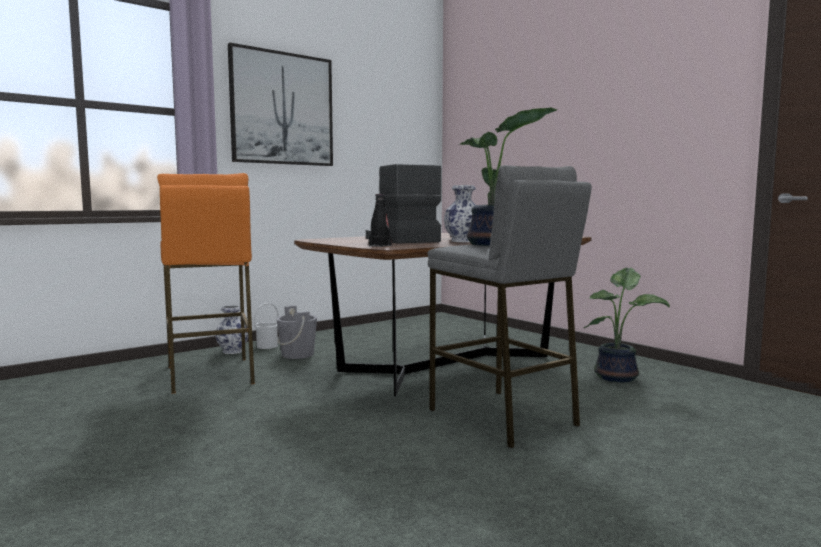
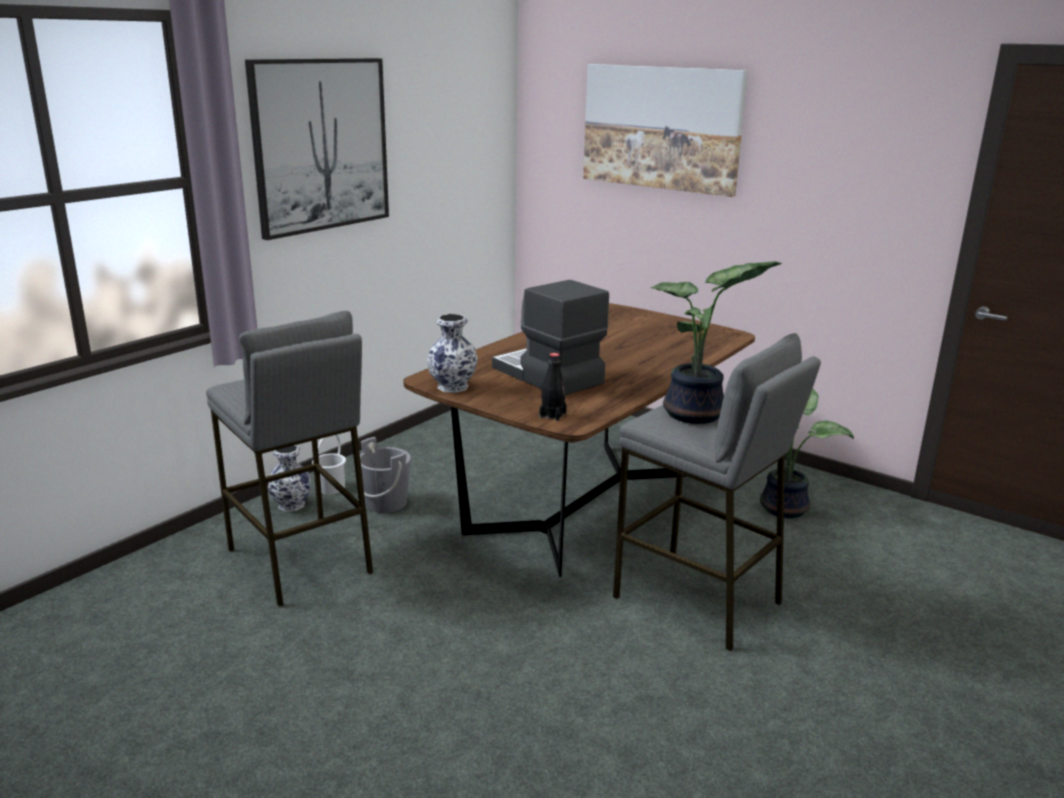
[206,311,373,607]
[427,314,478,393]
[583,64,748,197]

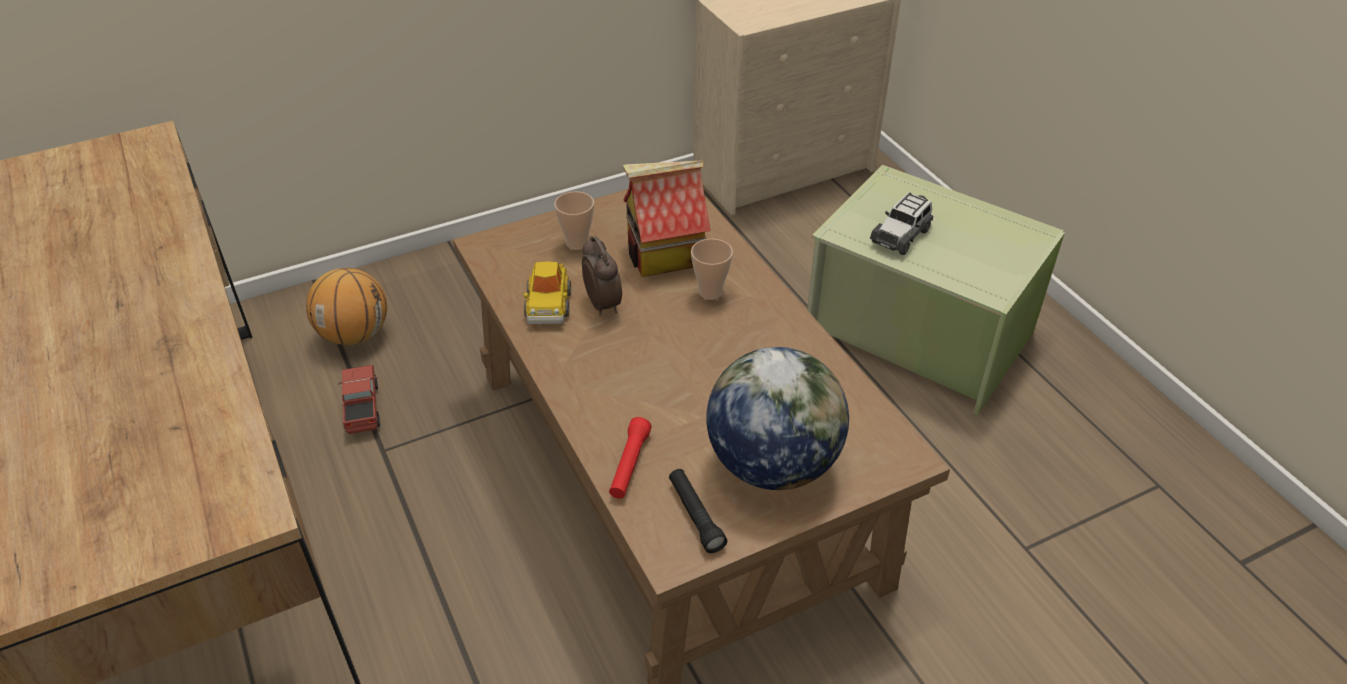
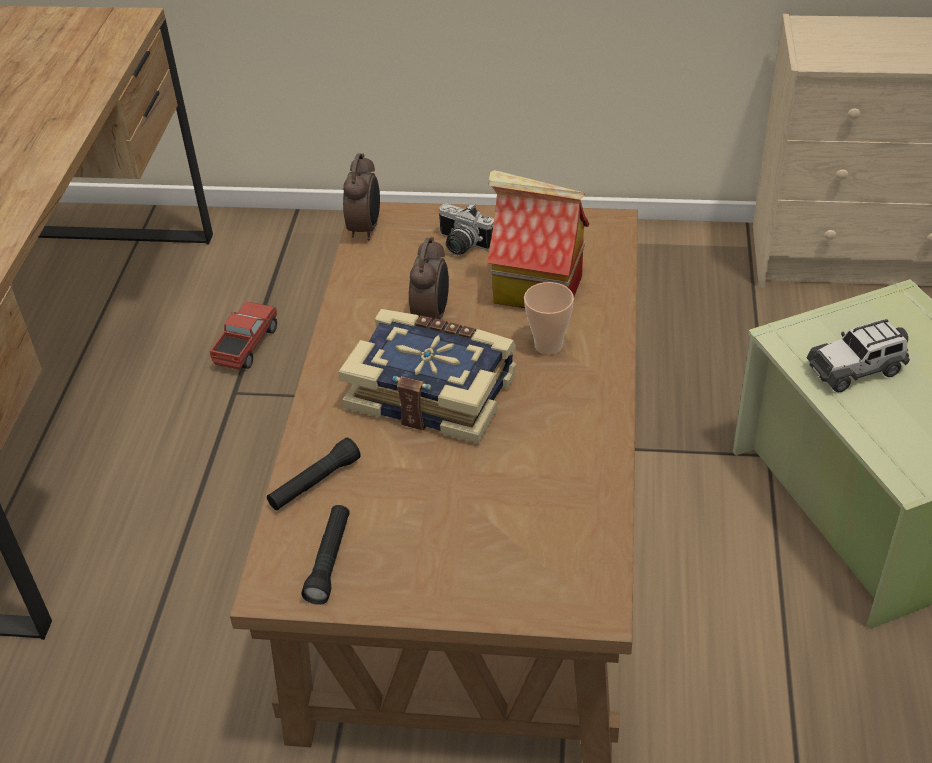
[267,438,361,511]
[338,309,517,444]
[343,153,380,240]
[438,203,494,255]
[306,268,387,345] (first image)
[523,262,571,324] (first image)
[707,347,849,490] (first image)

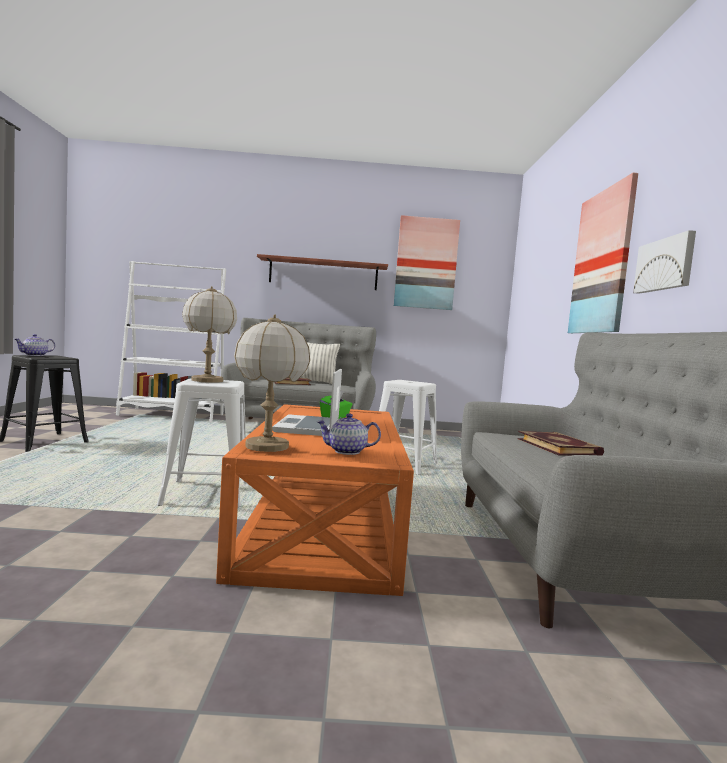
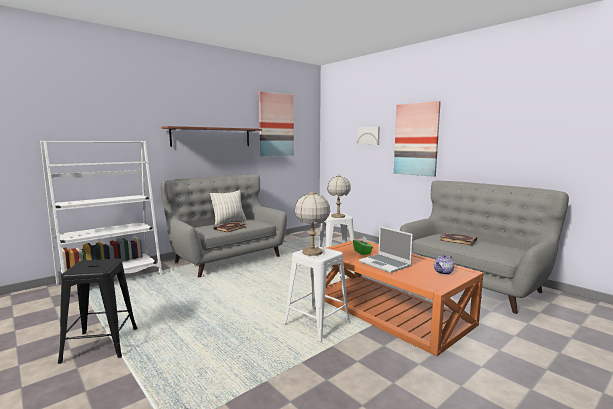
[327,175,351,218]
[357,127,380,145]
[14,334,55,356] (first image)

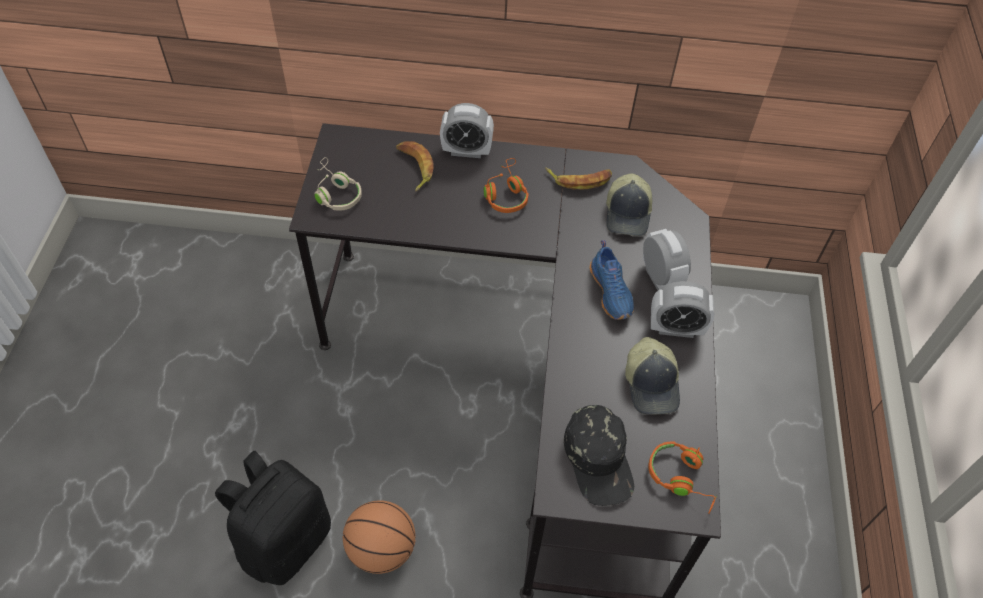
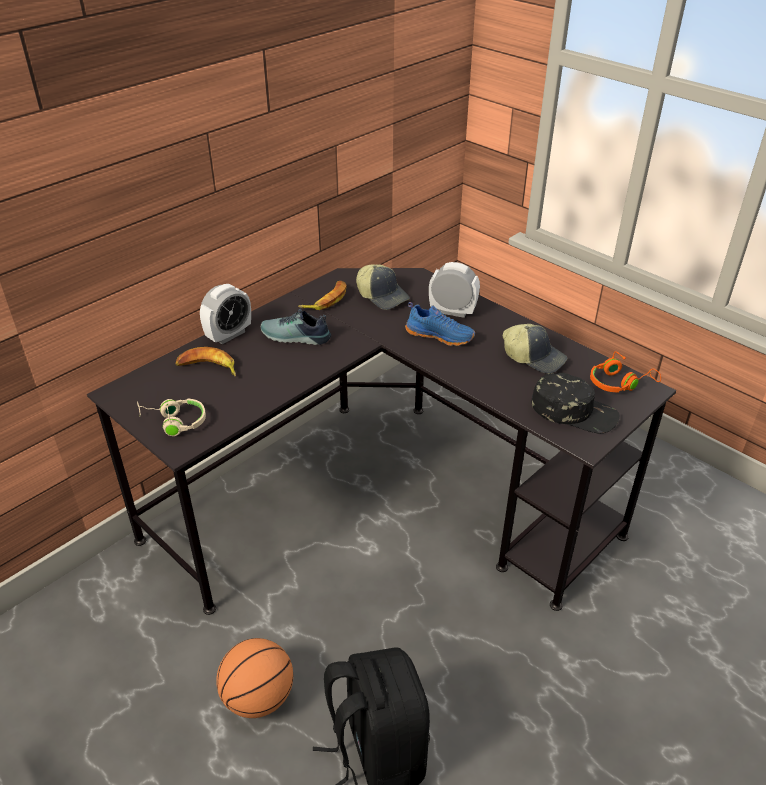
[216,638,293,718]
[261,309,331,345]
[651,281,714,338] (first image)

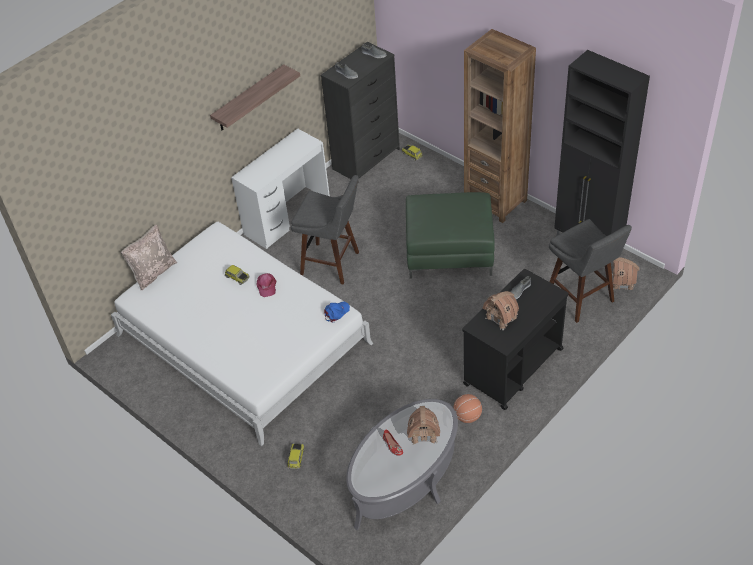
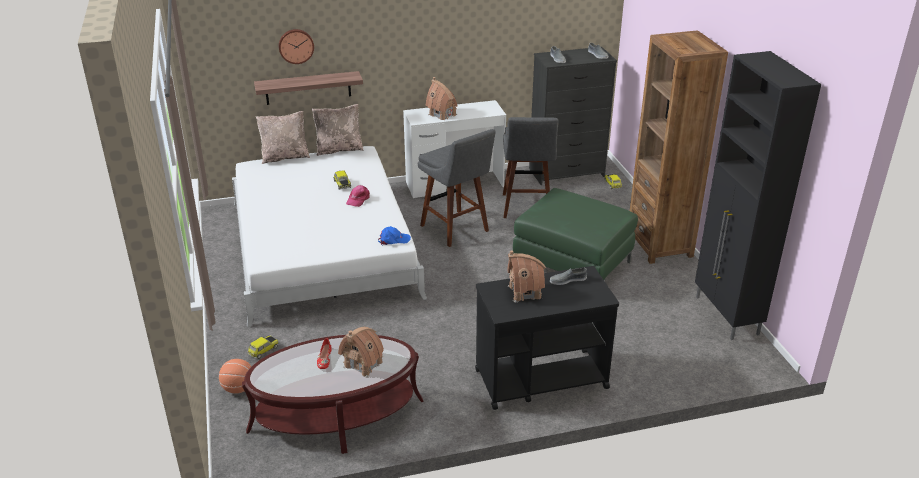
[219,359,252,394]
[242,335,424,454]
[254,71,363,105]
[279,29,314,64]
[312,104,364,156]
[425,77,457,120]
[503,117,558,218]

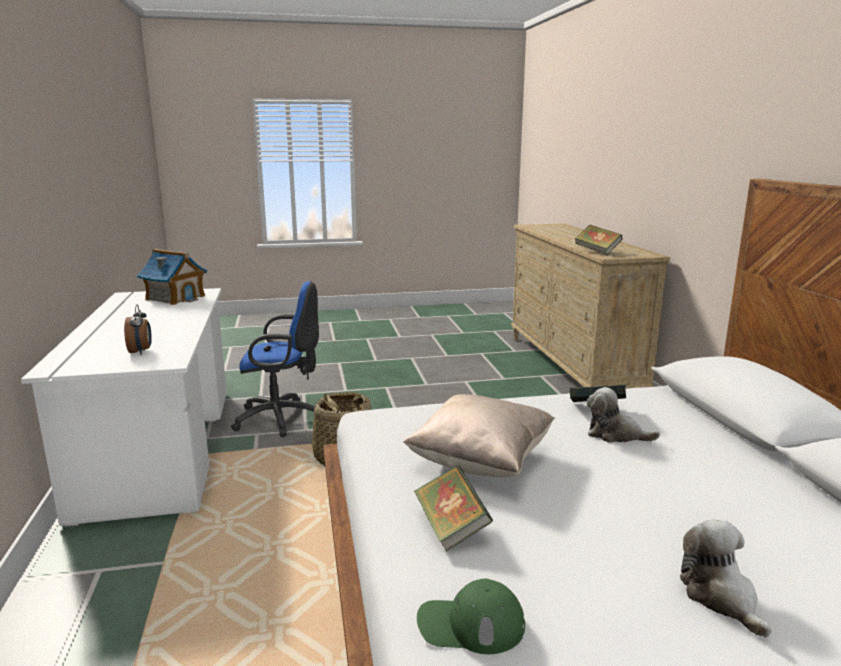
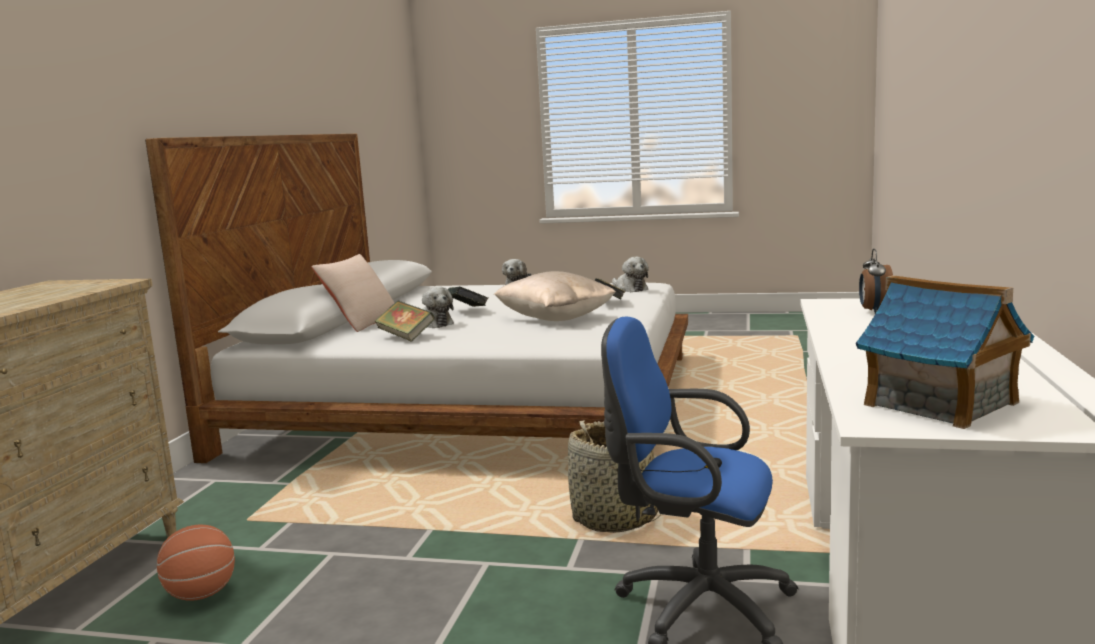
[157,525,235,601]
[312,254,394,332]
[448,287,488,307]
[612,257,649,292]

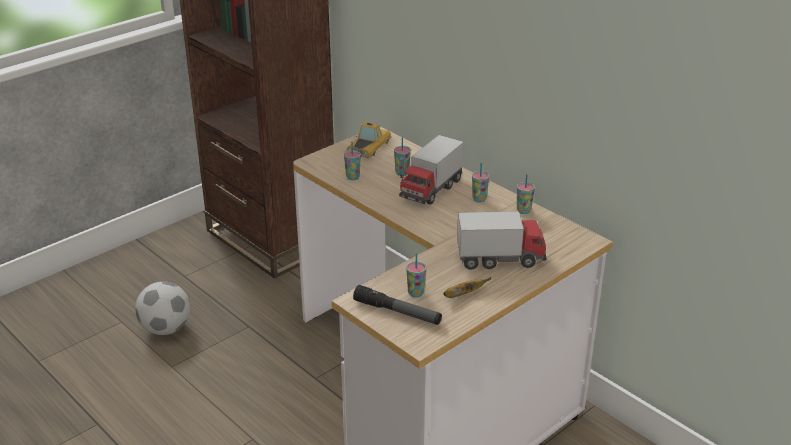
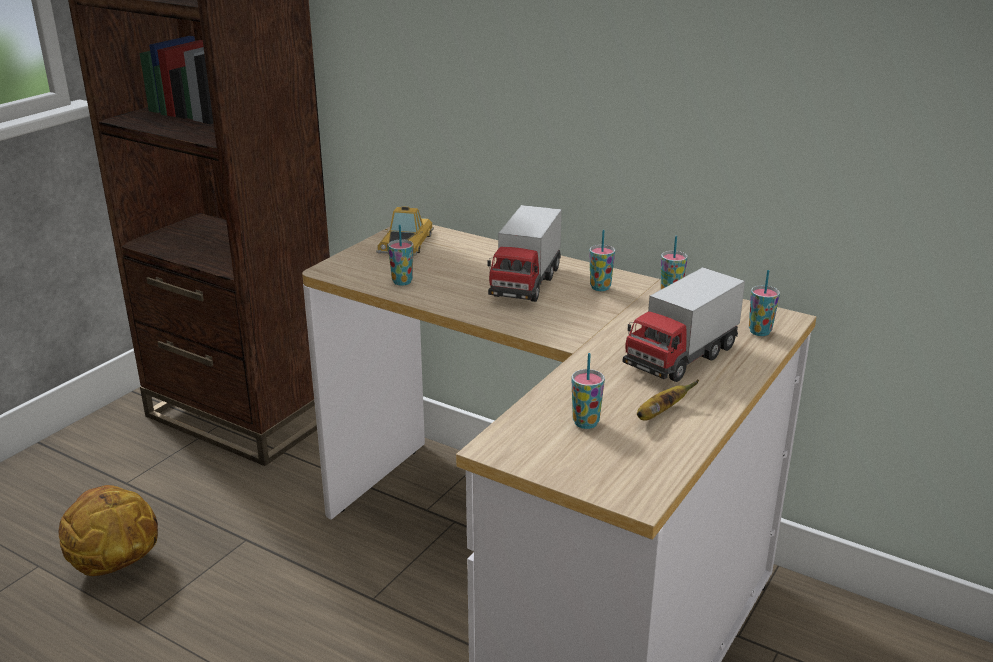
[59,485,158,576]
[623,267,745,382]
[749,270,780,336]
[353,285,442,325] (first image)

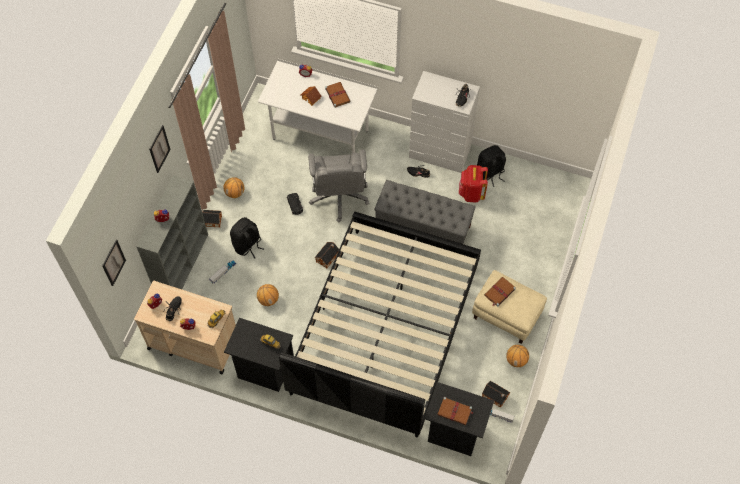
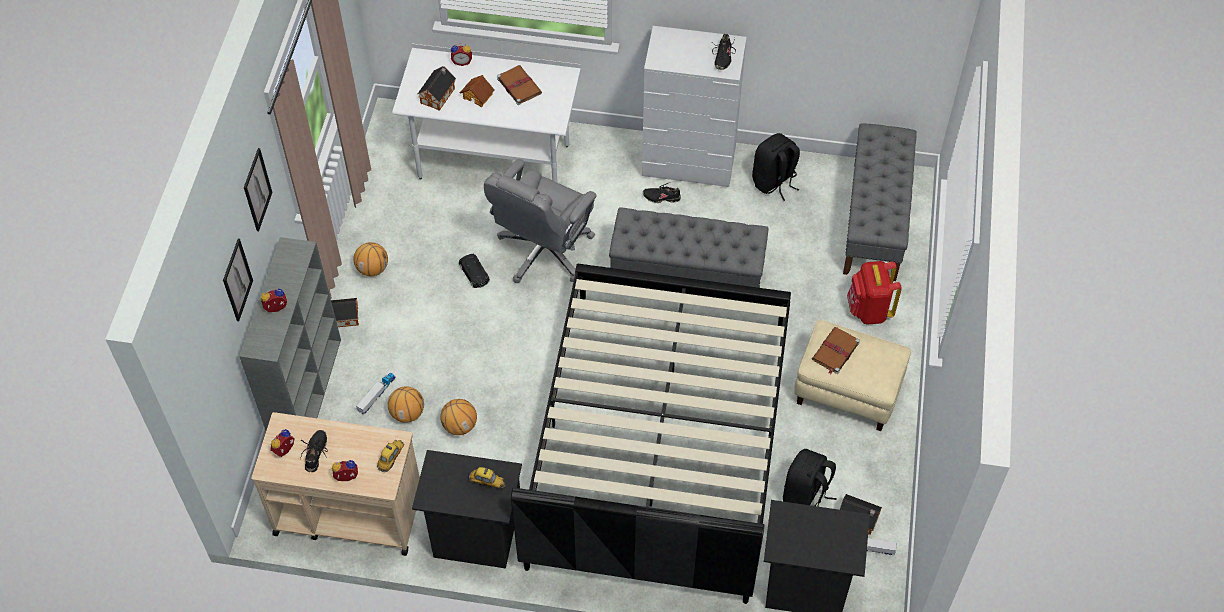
[223,239,253,321]
[388,386,424,423]
[418,66,456,111]
[484,159,597,283]
[783,449,837,507]
[843,123,917,281]
[847,261,902,325]
[437,397,473,425] (first image)

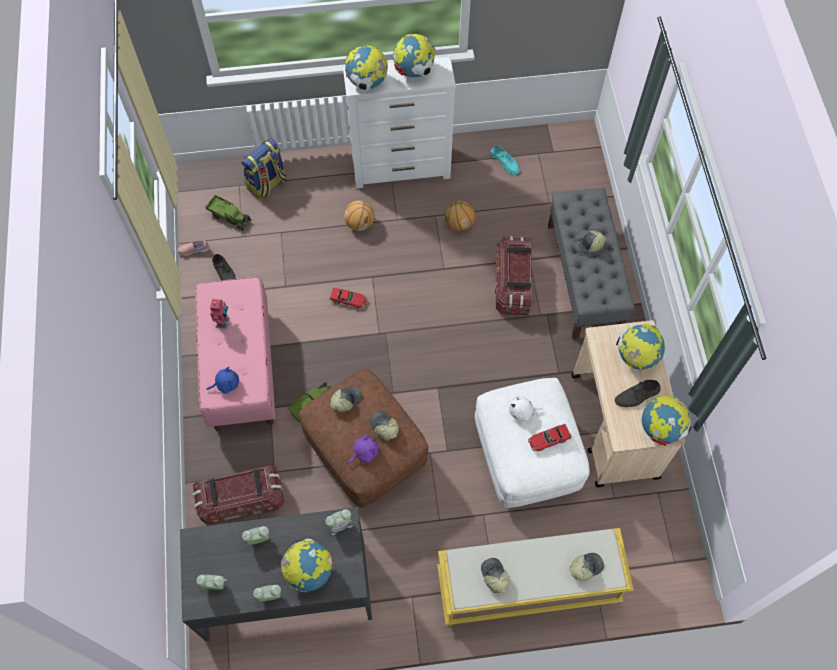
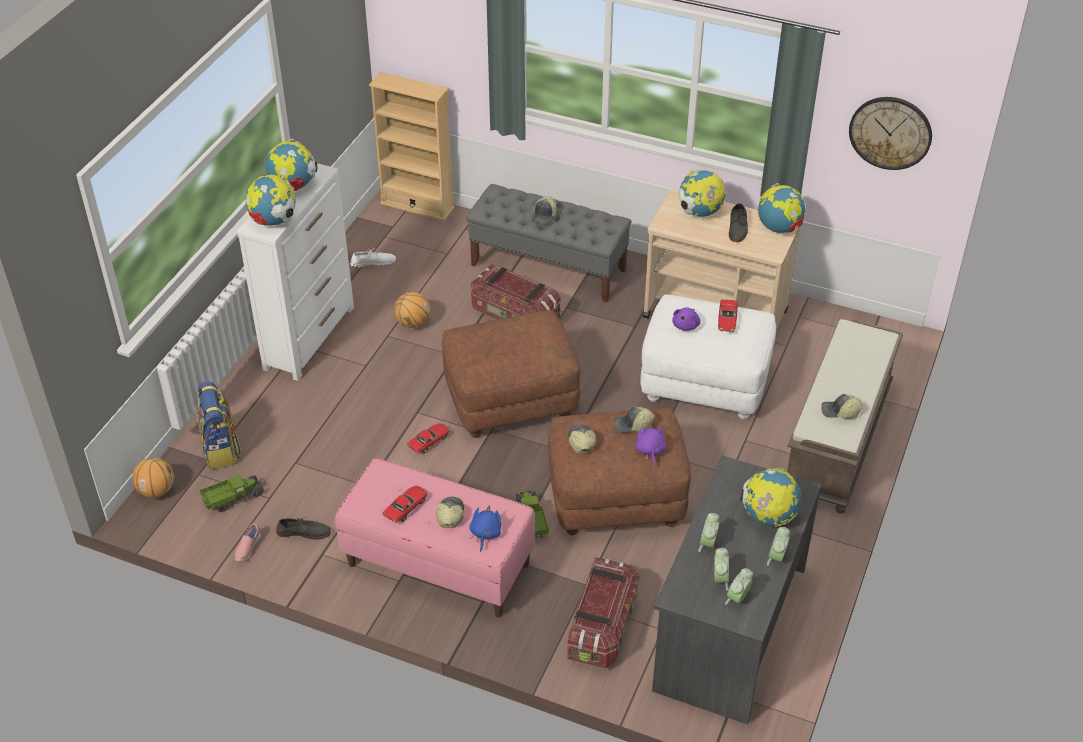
[132,457,174,498]
[350,248,396,268]
[369,72,454,221]
[382,486,428,523]
[436,496,464,528]
[442,310,580,438]
[672,307,701,331]
[714,548,729,591]
[787,318,903,514]
[849,97,932,170]

